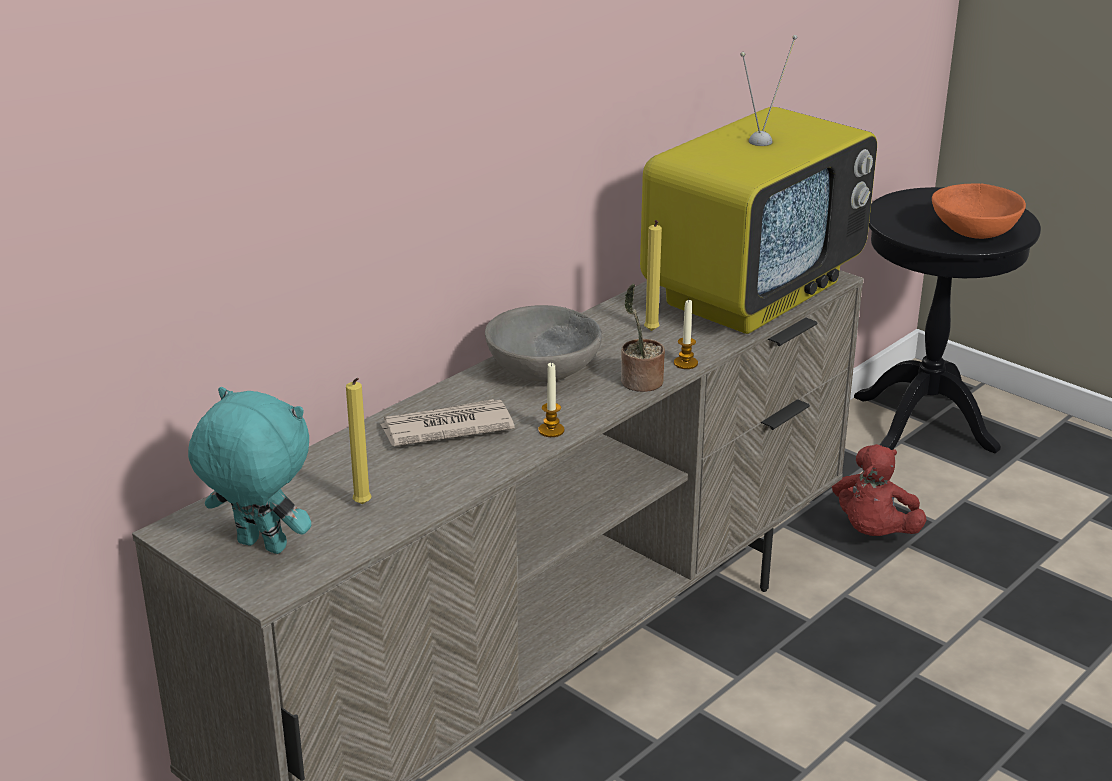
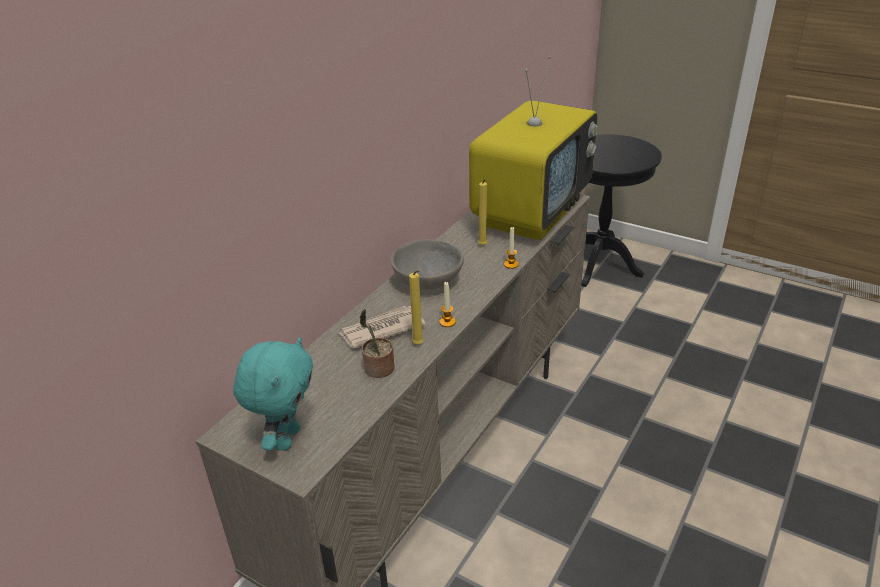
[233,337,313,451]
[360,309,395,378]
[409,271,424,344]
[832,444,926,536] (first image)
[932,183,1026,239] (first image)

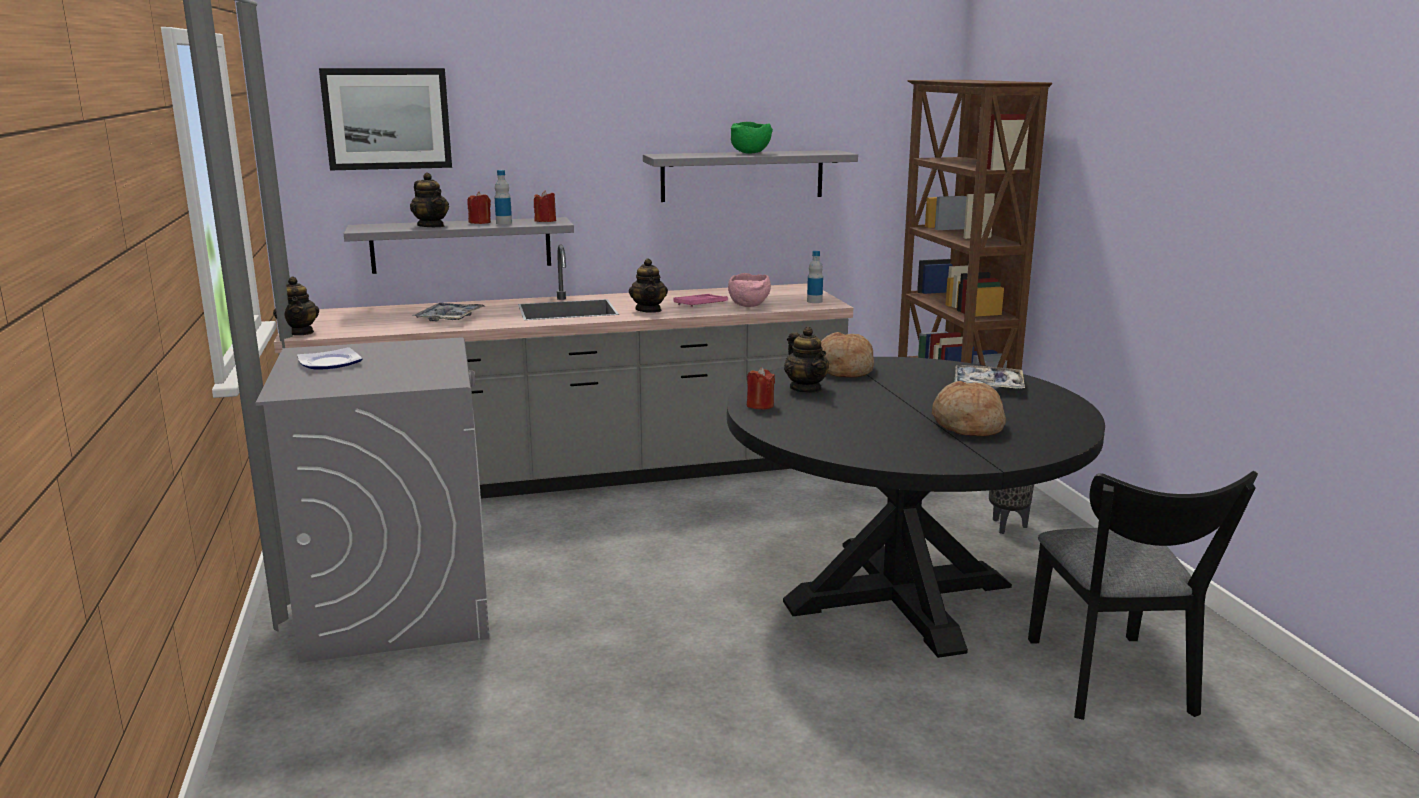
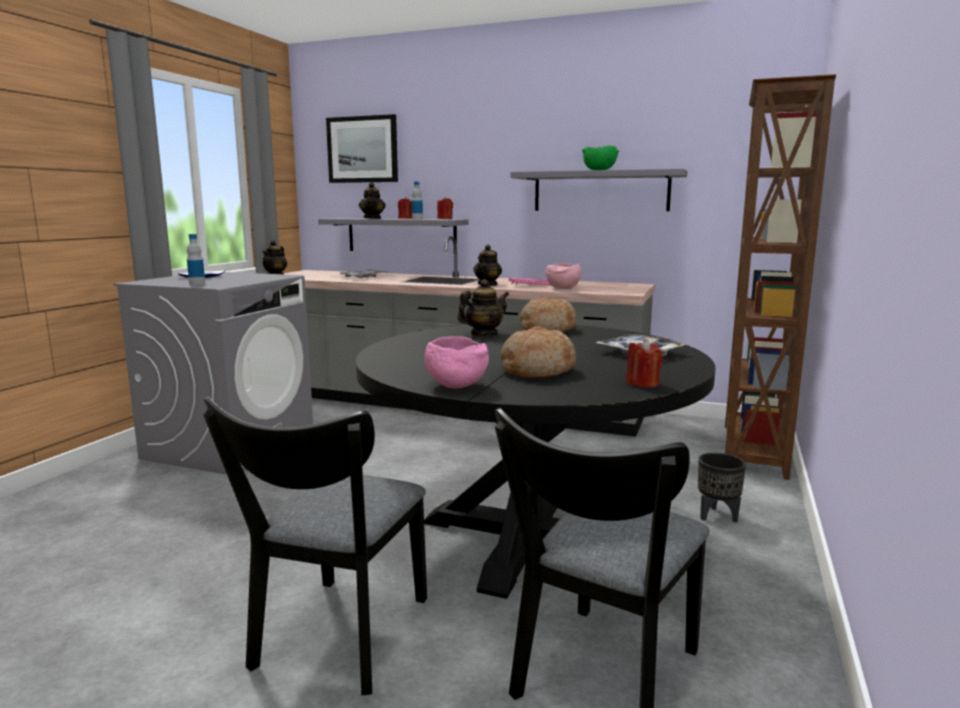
[187,234,205,285]
[203,397,427,695]
[425,336,489,388]
[457,279,509,336]
[626,339,663,388]

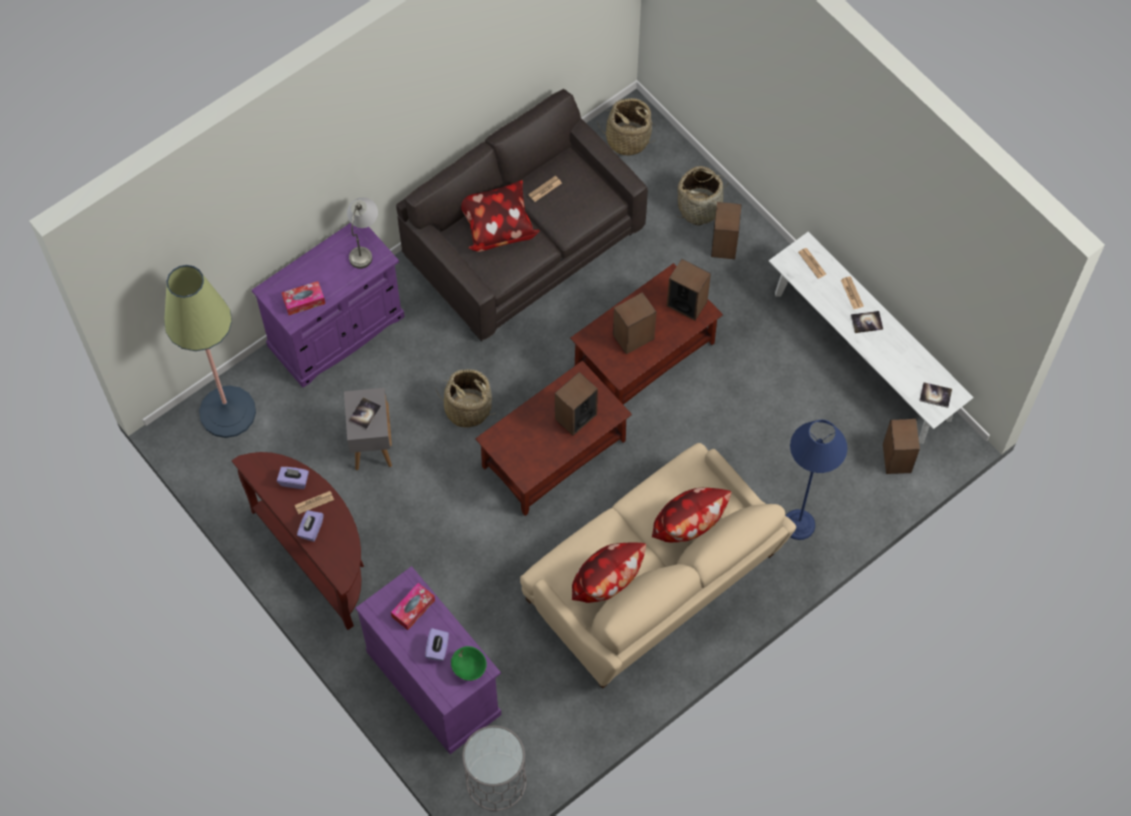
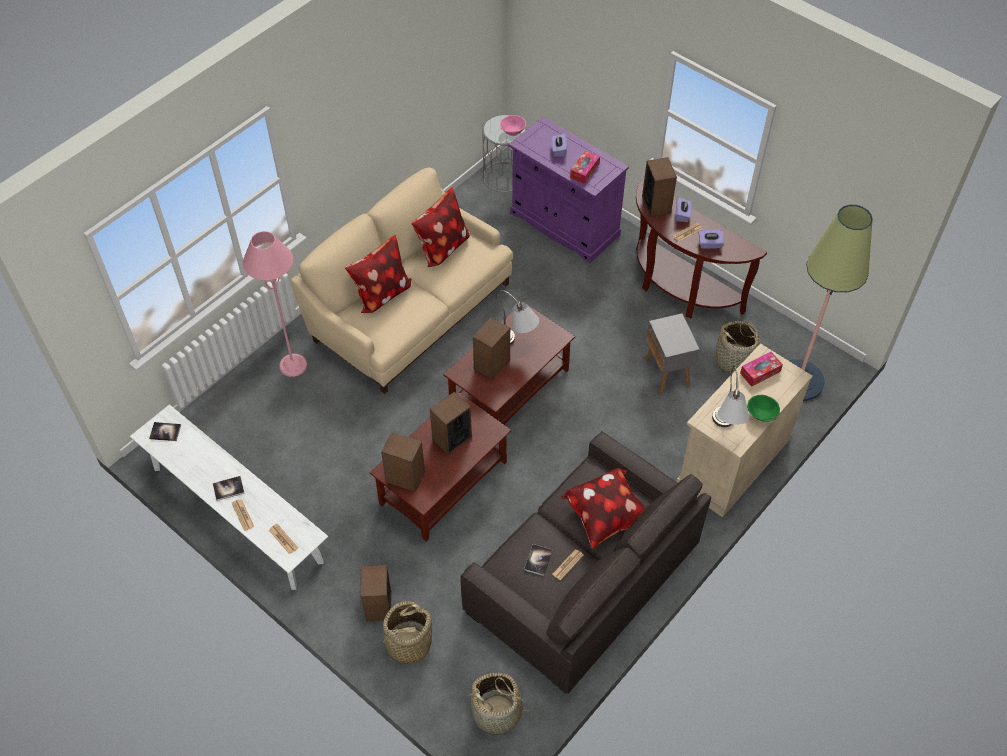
[243,231,307,377]
[495,290,539,345]
[500,115,526,136]
[524,544,553,576]
[642,157,677,217]
[676,343,813,517]
[711,321,761,374]
[747,395,780,422]

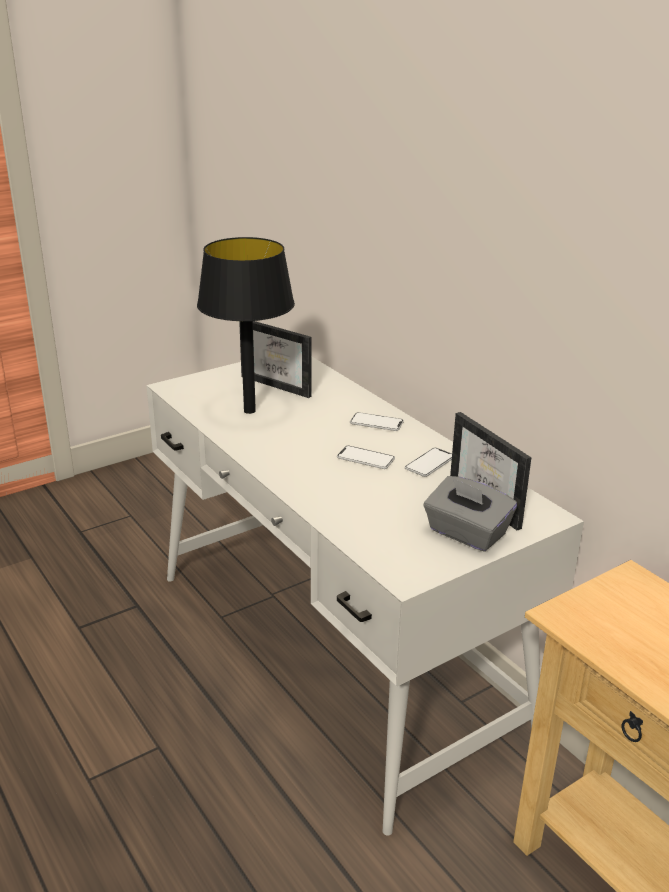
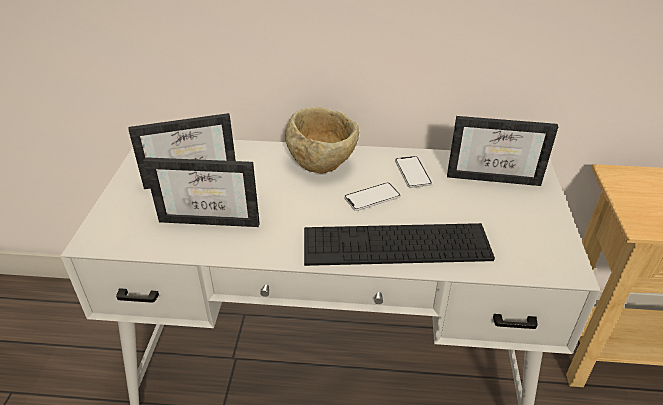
[144,157,260,227]
[285,107,359,173]
[304,223,495,266]
[424,476,517,552] (first image)

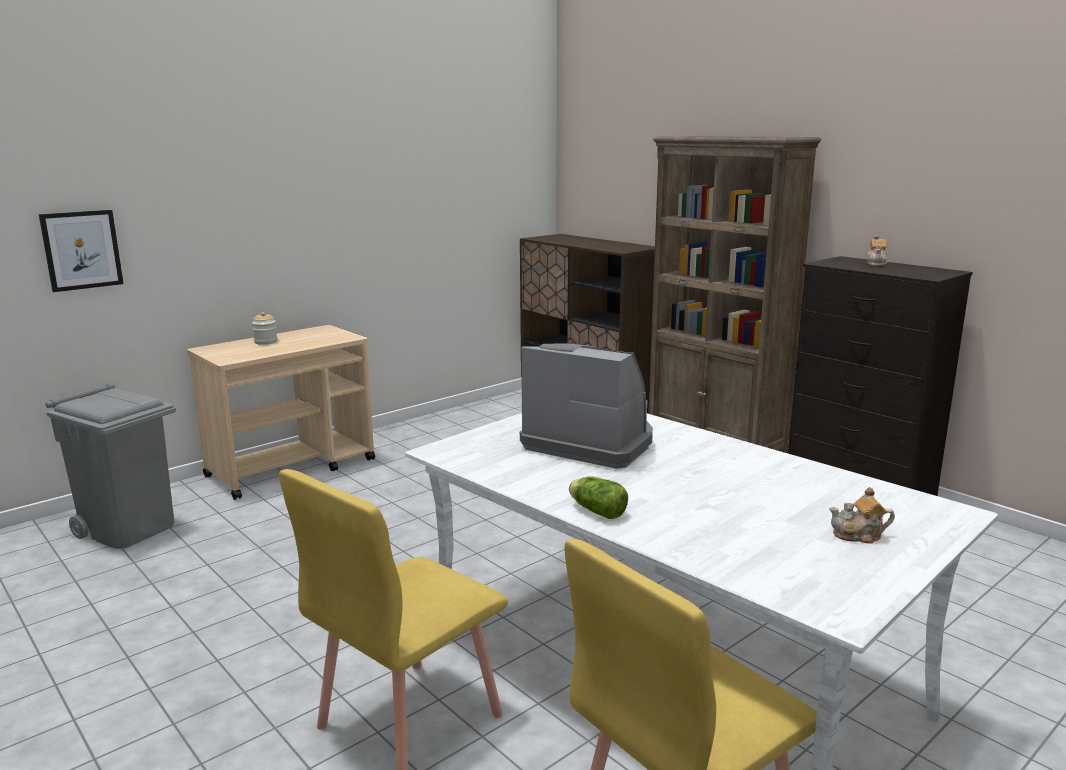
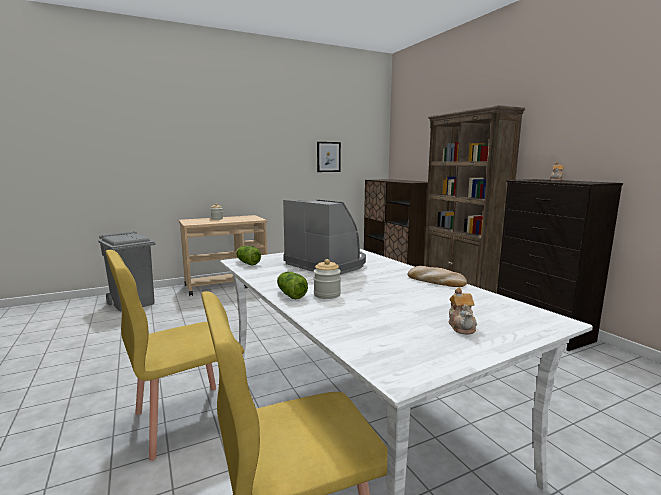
[236,246,261,265]
[313,259,341,299]
[317,142,341,172]
[408,266,467,287]
[449,288,477,334]

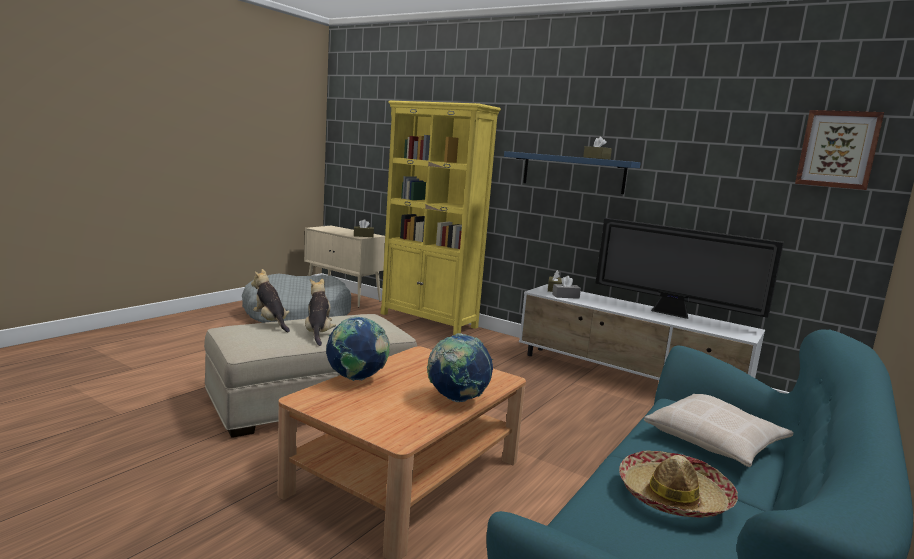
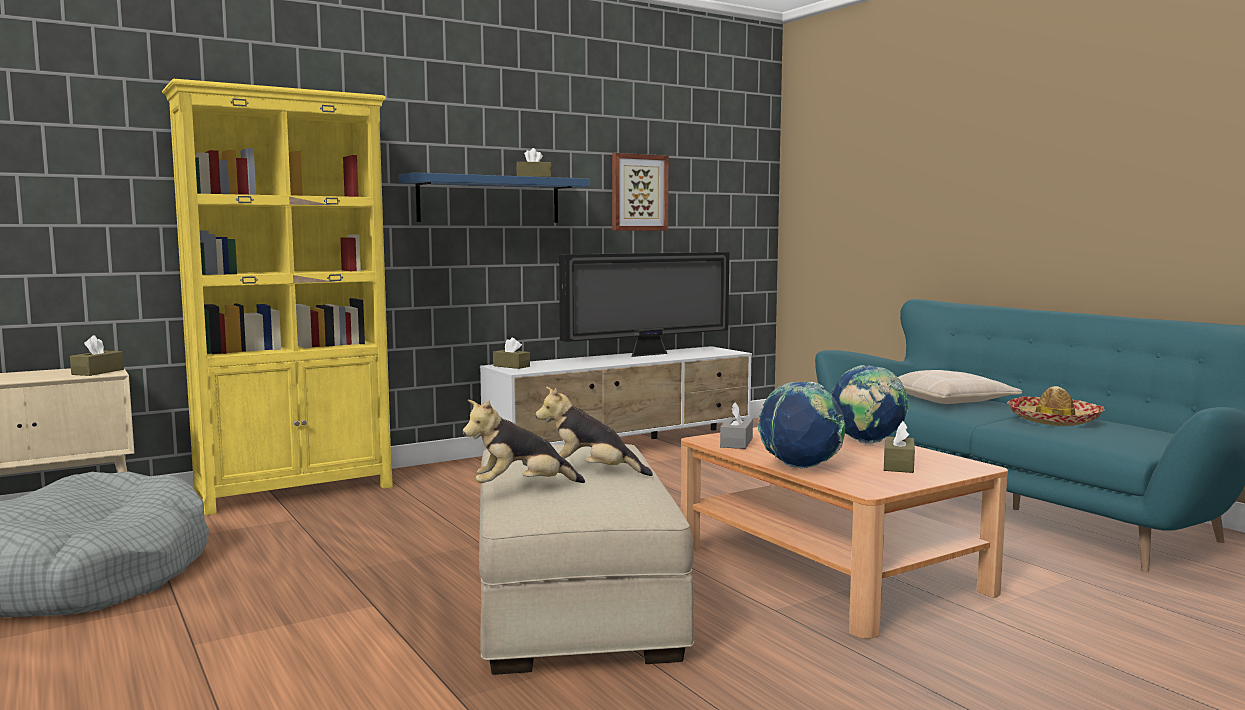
[612,153,669,231]
[720,402,753,449]
[884,421,915,473]

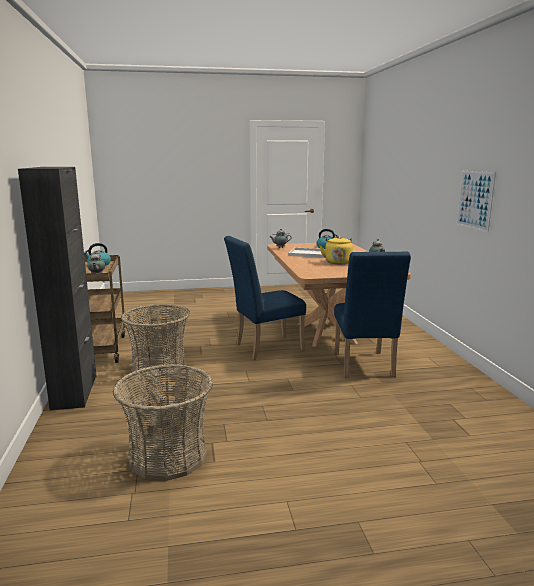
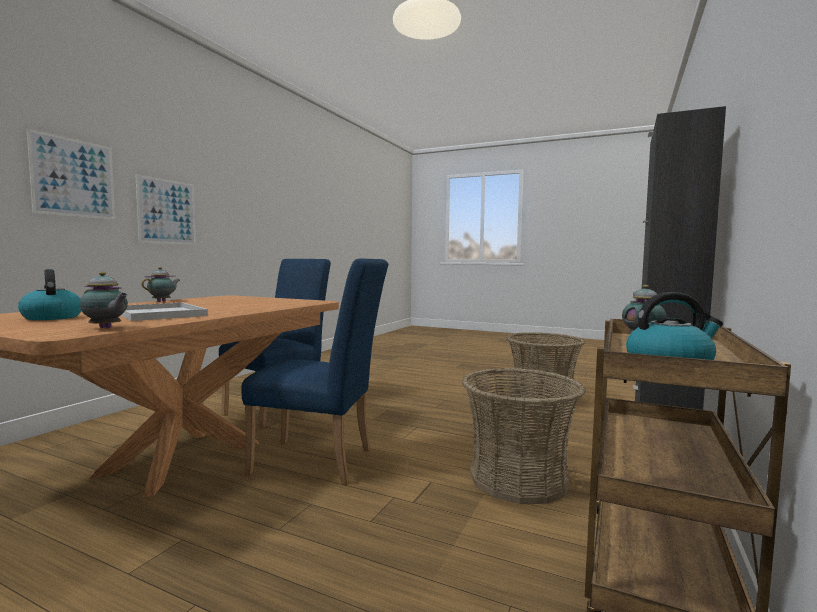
[27,129,115,220]
[320,236,353,264] (first image)

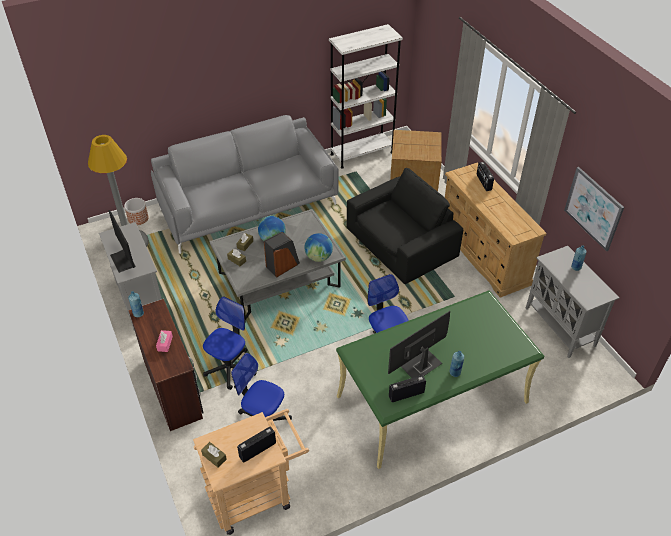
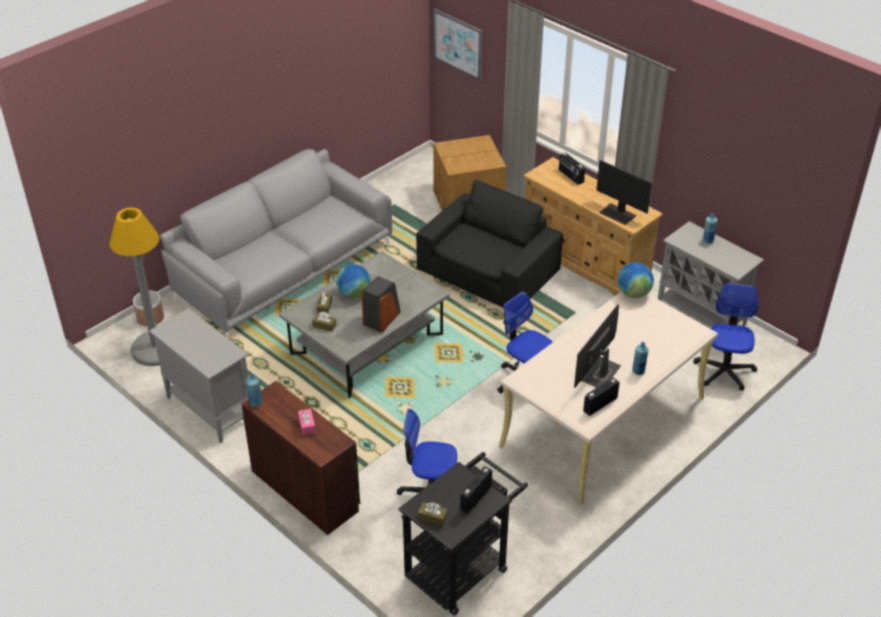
[398,452,528,615]
[433,9,483,81]
[499,292,718,505]
[596,160,652,225]
[618,263,654,298]
[693,283,759,391]
[329,24,403,169] (first image)

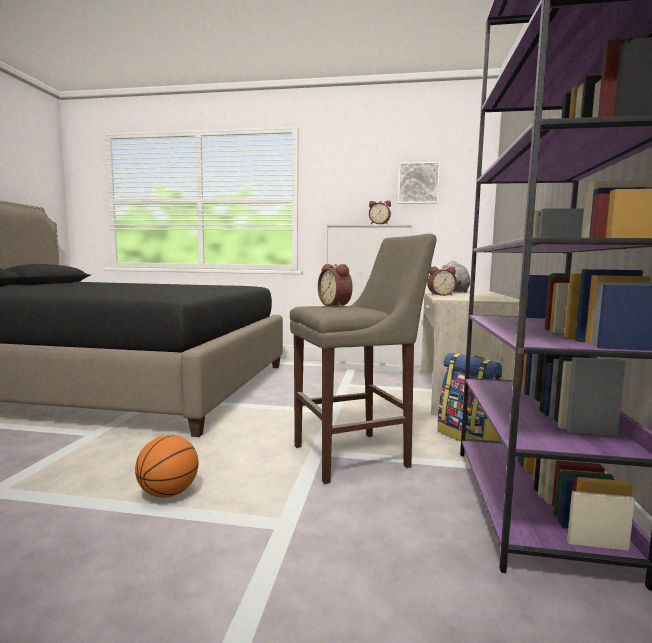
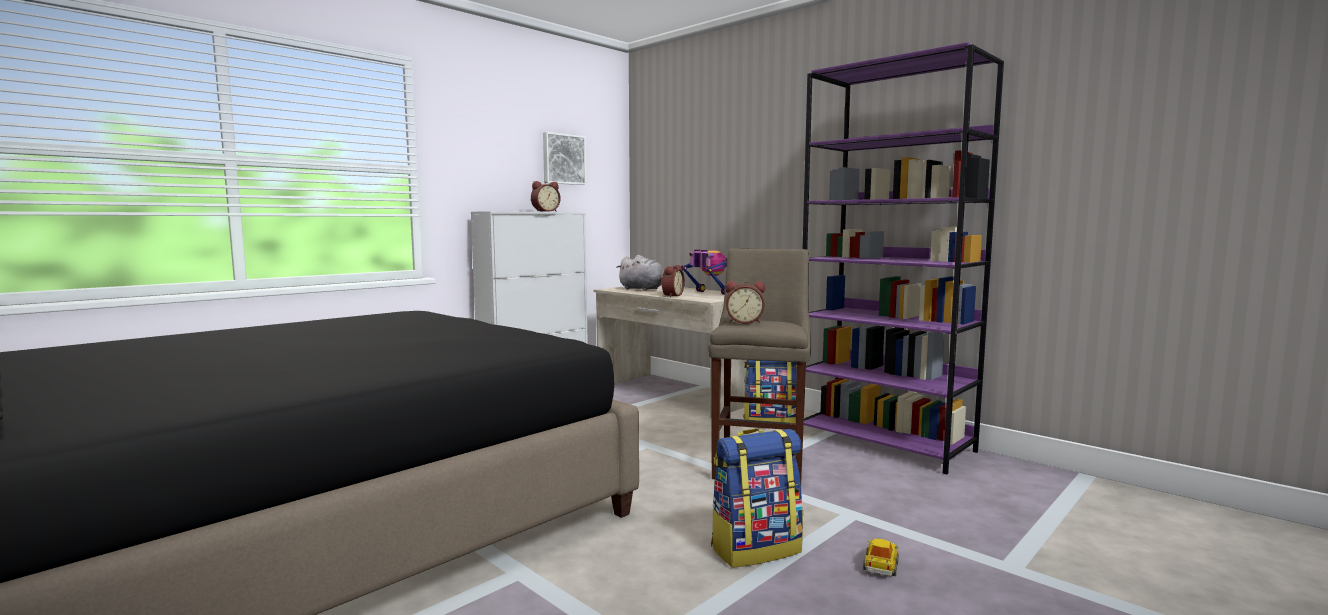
[681,249,727,295]
[711,428,803,568]
[863,539,899,576]

